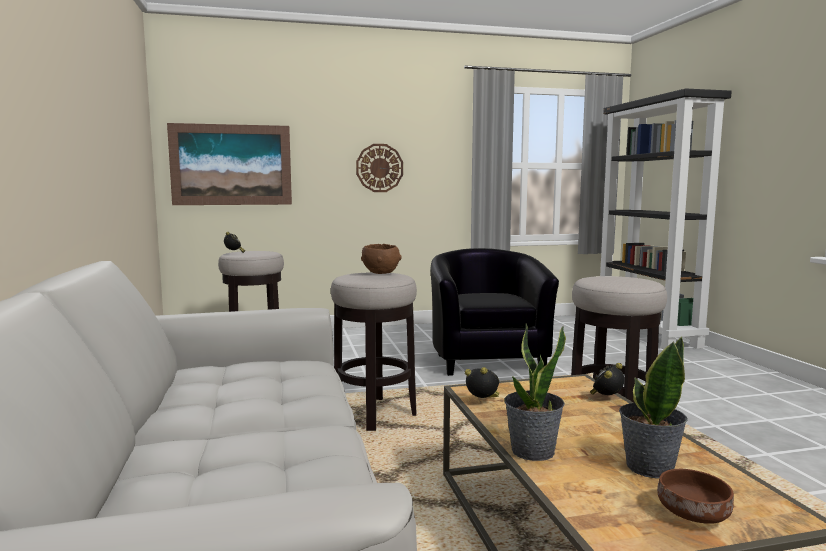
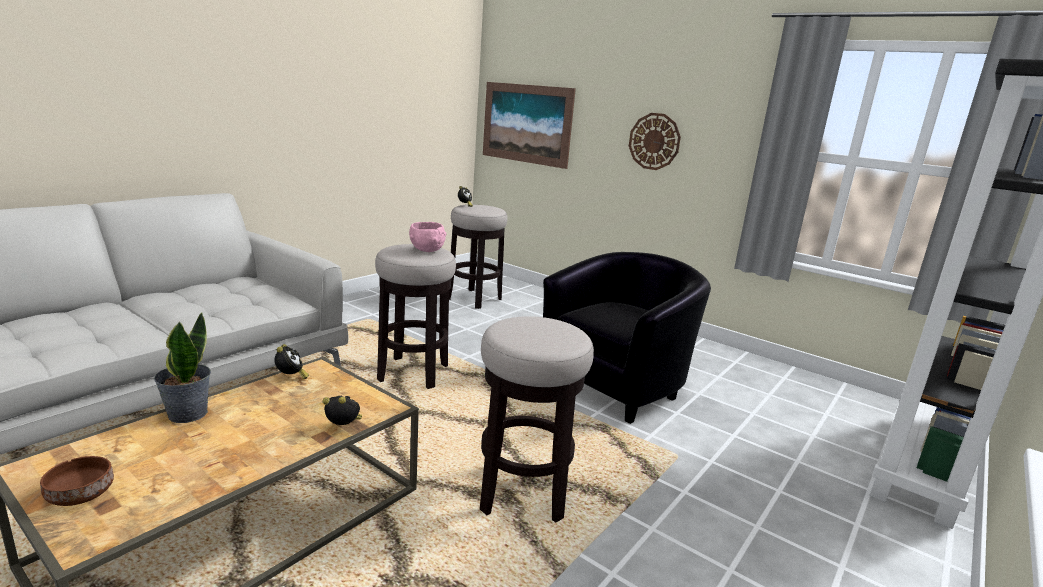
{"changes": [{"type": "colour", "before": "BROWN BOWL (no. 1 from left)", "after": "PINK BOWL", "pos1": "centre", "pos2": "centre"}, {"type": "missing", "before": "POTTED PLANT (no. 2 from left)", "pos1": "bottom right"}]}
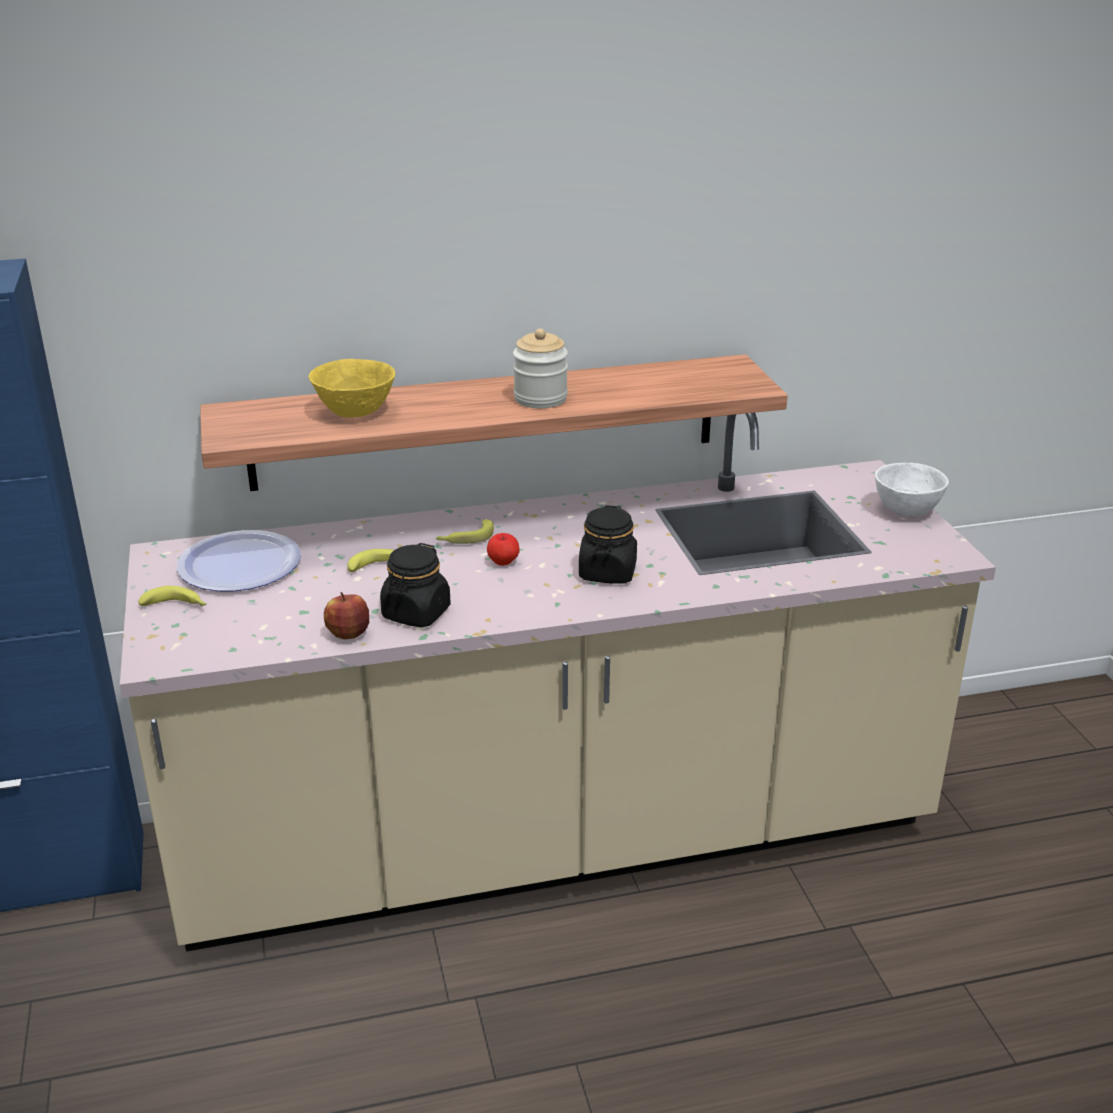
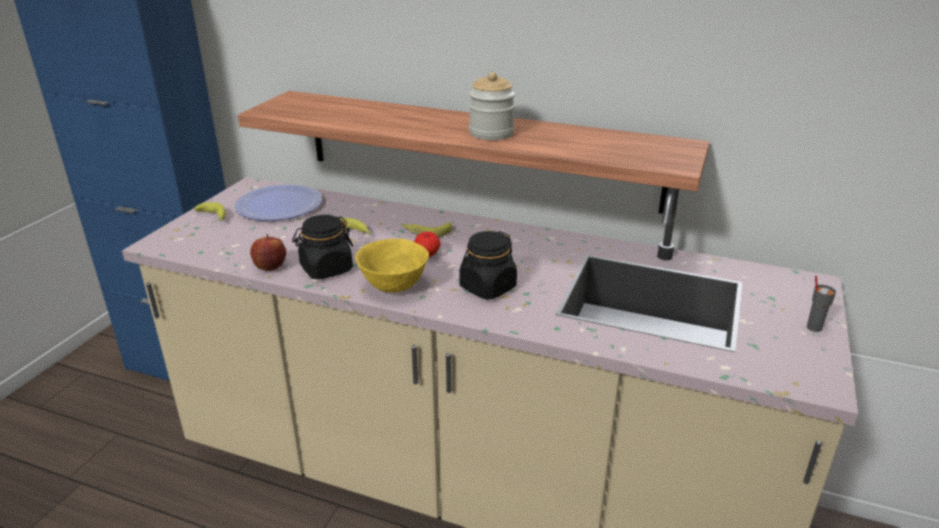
{"changes": [{"type": "relocated", "before": "YELLOW BOWL", "pos1": "middle left", "pos2": "centre"}, {"type": "exchanged", "before": "WHITE BOWL", "after": "GREY CUP", "pos1": "middle right", "pos2": "middle right"}]}
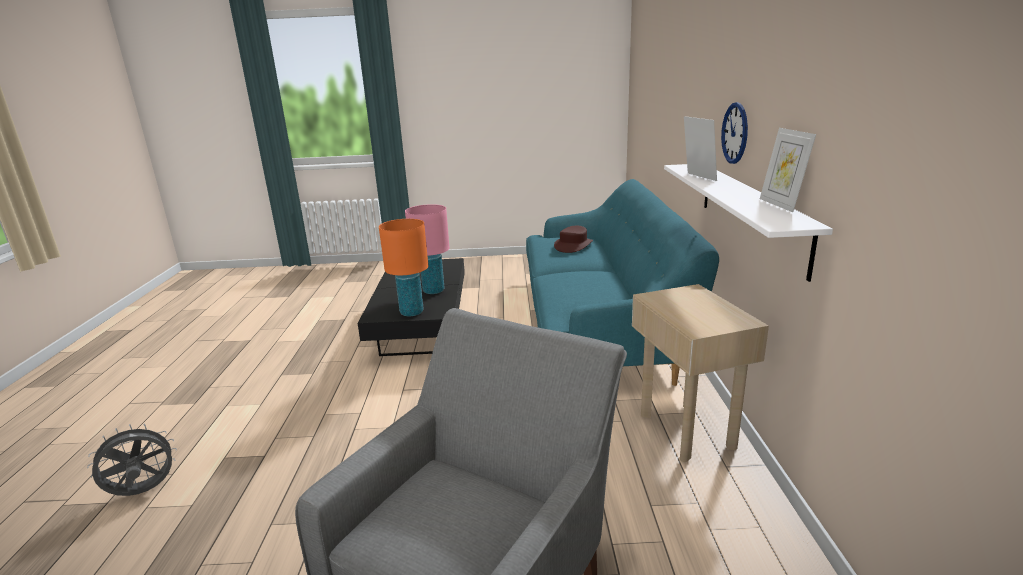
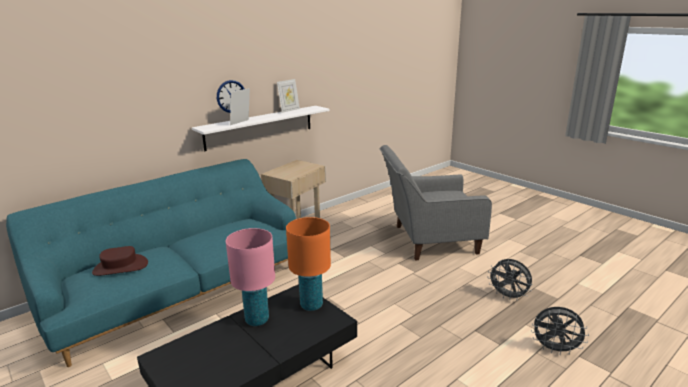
{"changes": [{"type": "appeared", "after": "GREY FAN (no. 1 from left)", "pos2": "bottom right"}]}
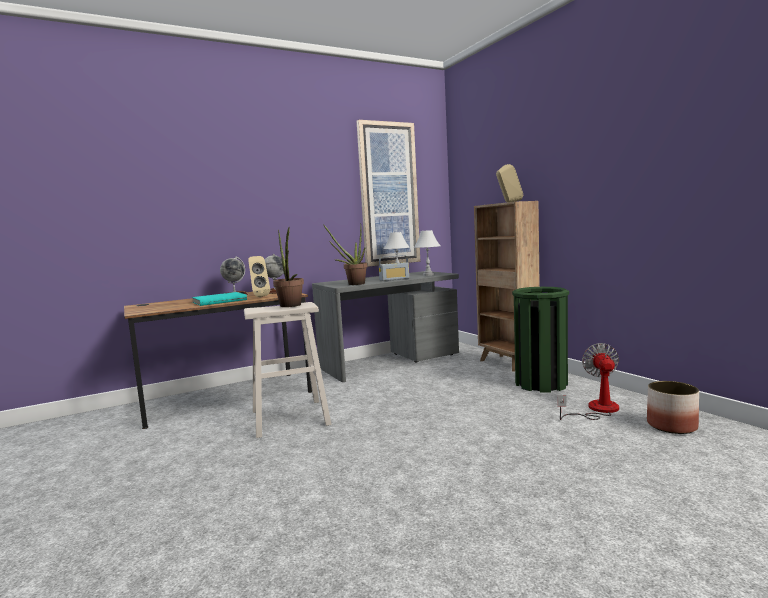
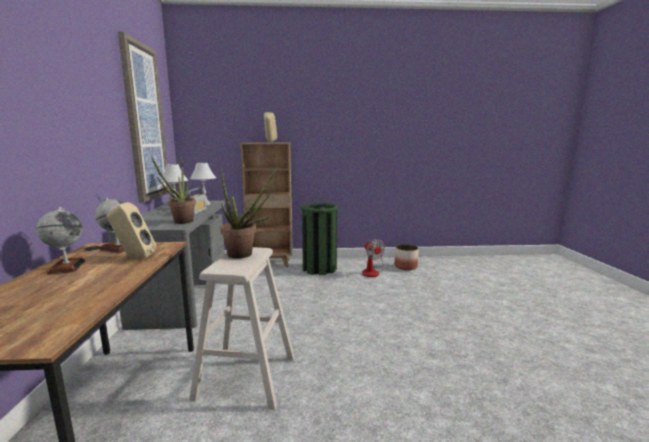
{"changes": [{"type": "missing", "before": "TURQUOISE BOOK", "pos1": "middle left"}, {"type": "spun", "before": "FAN", "pos1": "middle right", "pos2": "centre", "turn": -150}]}
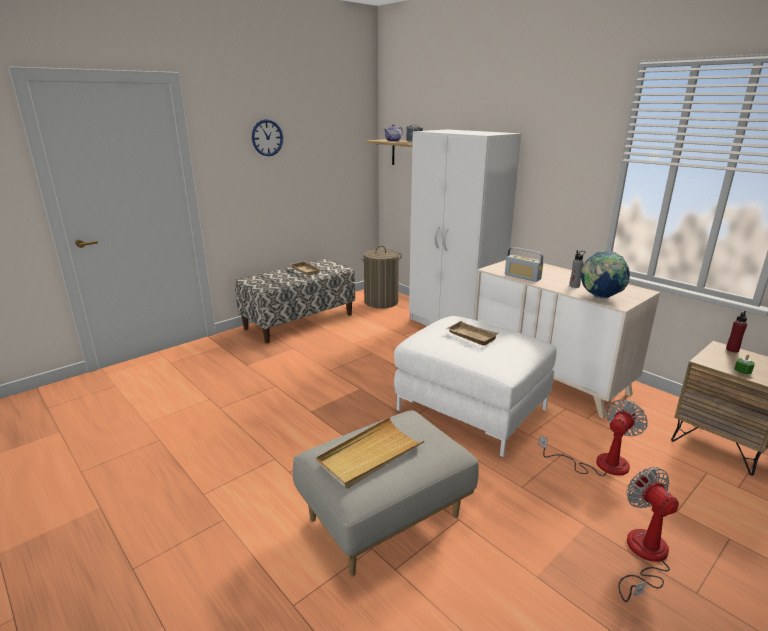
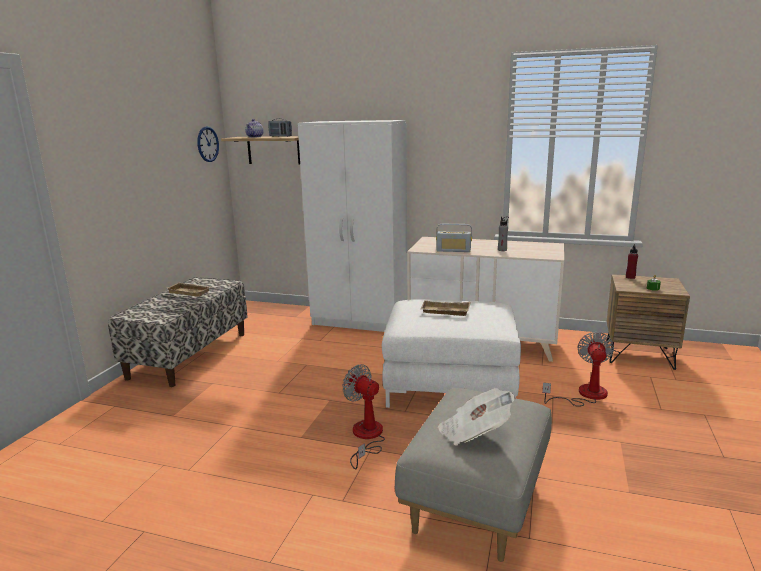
{"changes": [{"type": "relocated", "before": "WALL CLOCK", "pos1": "top centre", "pos2": "top left"}, {"type": "exchanged", "before": "BEIGE TRAY (no. 2 from left)", "after": "NEWSPAPER", "pos1": "bottom centre", "pos2": "bottom centre"}, {"type": "missing", "before": "LAUNDRY BASKET", "pos1": "centre"}, {"type": "missing", "before": "GLOBE", "pos1": "middle right"}, {"type": "relocated", "before": "FAN (no. 2 from left in the first image)", "after": "FAN (no. 1 from left)", "pos1": "bottom right", "pos2": "bottom centre"}]}
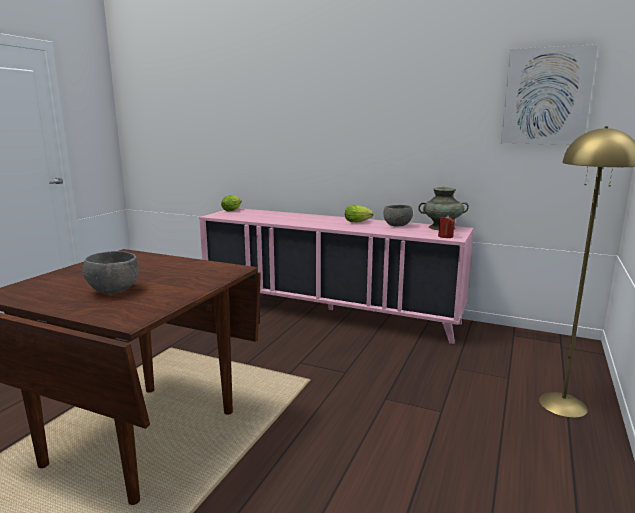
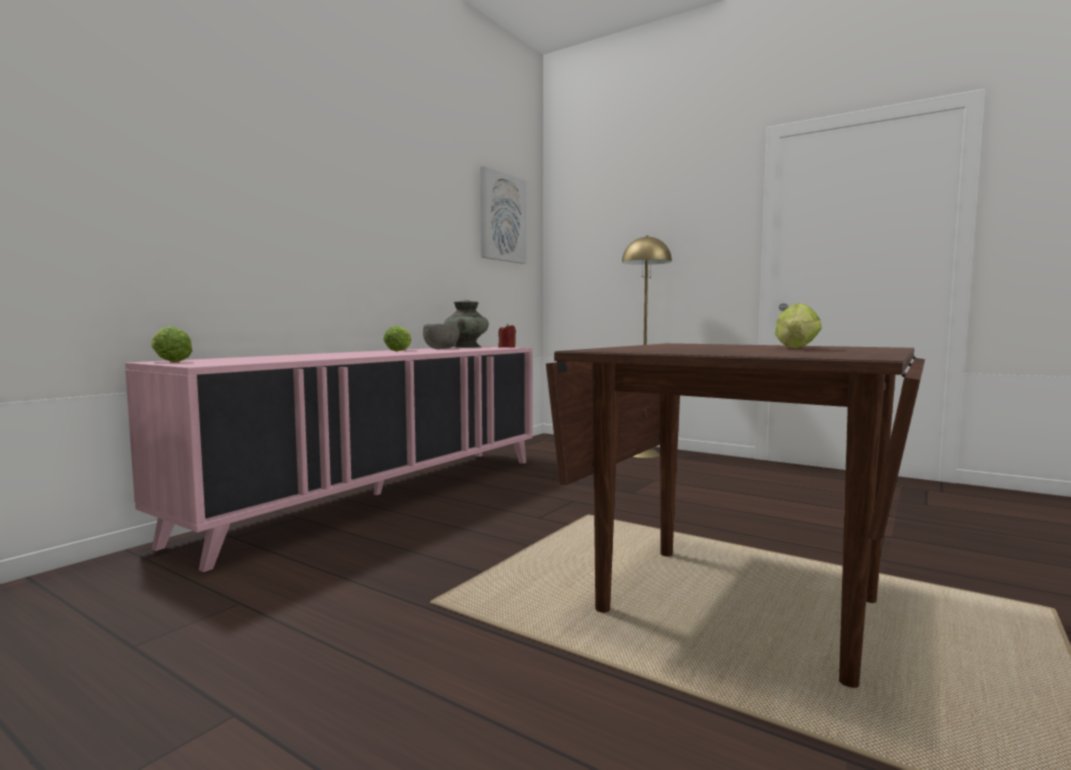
{"changes": [{"type": "exchanged", "before": "GREY BOWL (no. 1 from left)", "after": "LETTUCE (no. 3 from left)", "pos1": "middle left", "pos2": "middle right"}]}
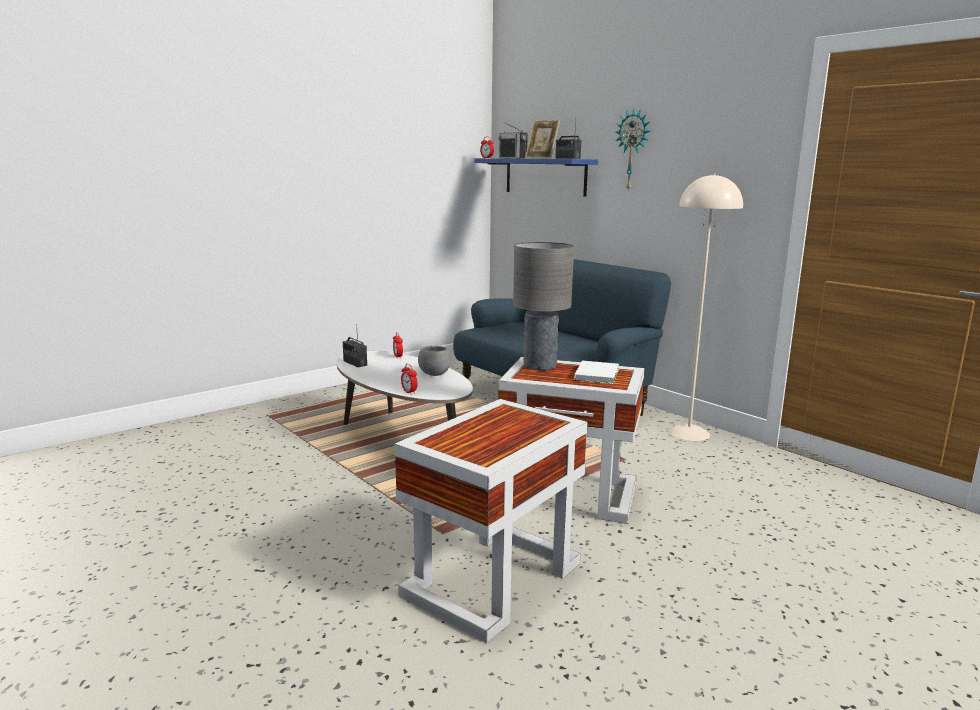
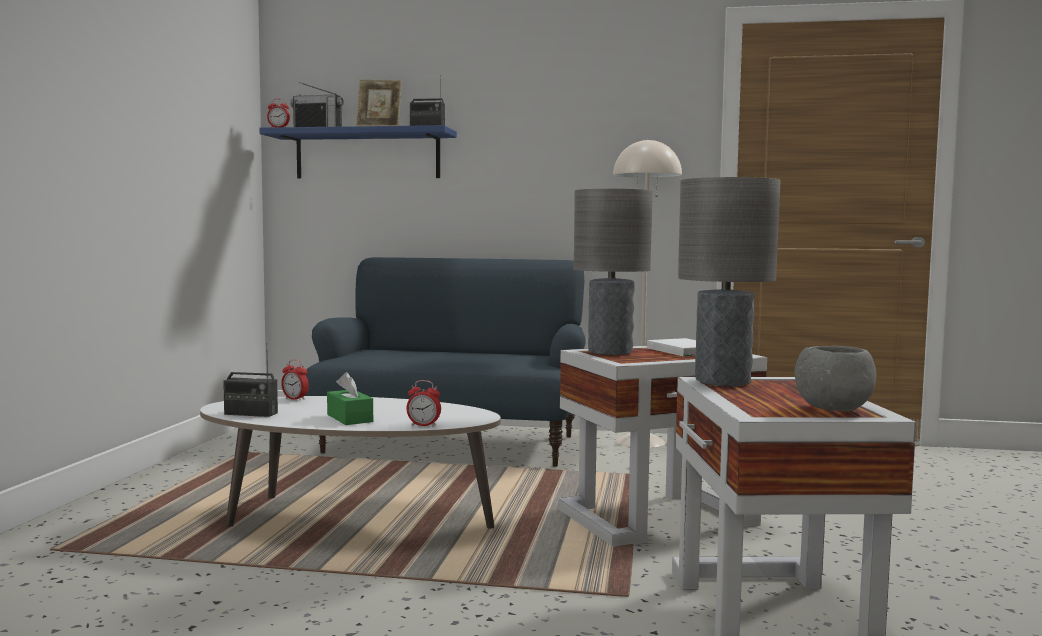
{"changes": [{"type": "relocated", "before": "GREY BOWL", "pos1": "centre", "pos2": "middle right"}, {"type": "missing", "before": "WALL CLOCK", "pos1": "top centre"}, {"type": "appeared", "after": "GREEN TISSUE BOX", "pos2": "centre"}, {"type": "appeared", "after": "GREY TABLE LAMP (no. 2 from left)", "pos2": "middle right"}]}
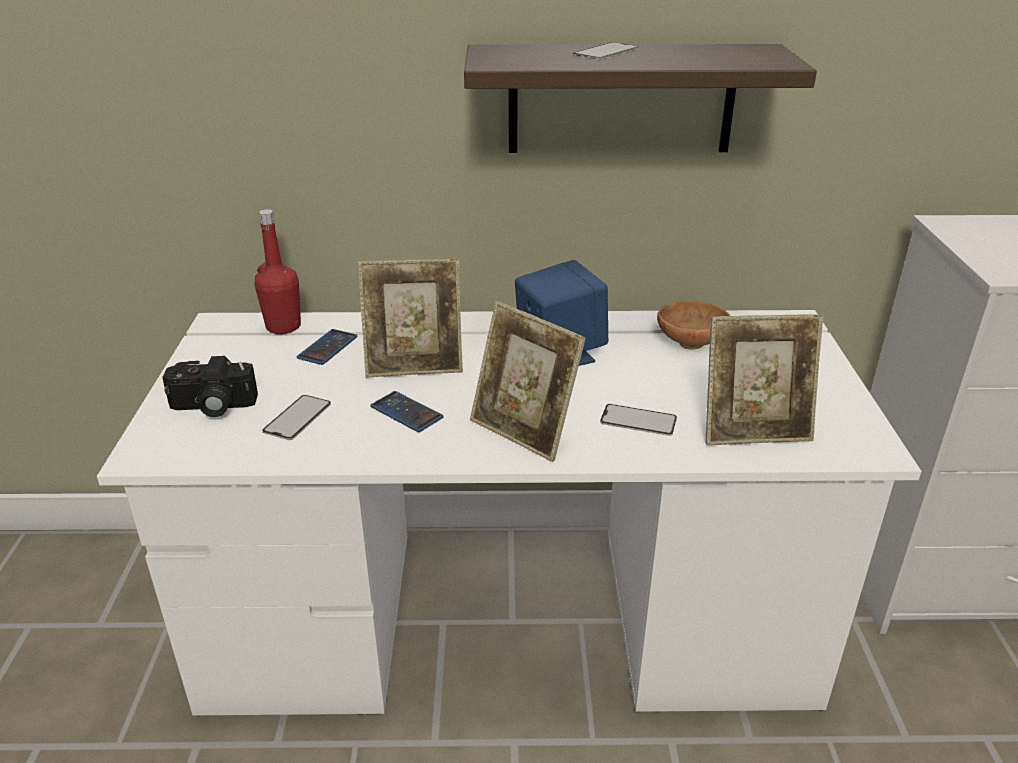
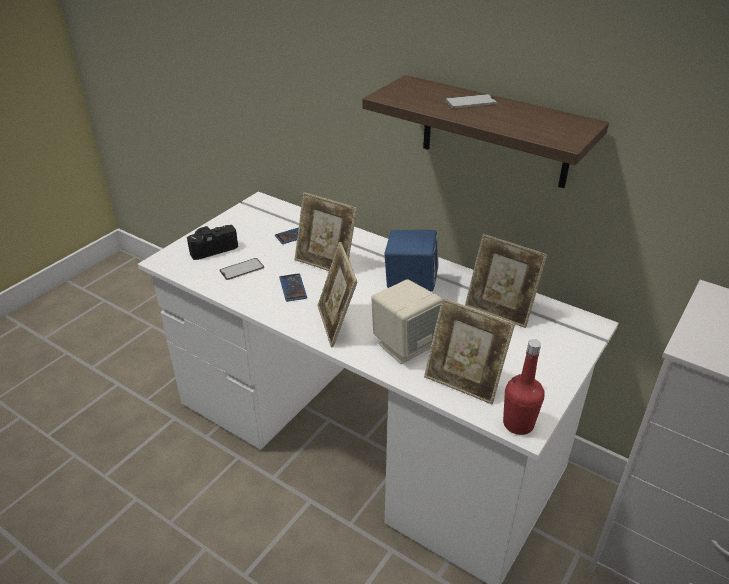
{"changes": [{"type": "spun", "before": "PHOTO CAMERA", "pos1": "middle left", "pos2": "middle left", "turn": 120}, {"type": "relocated", "before": "RED BOTTLE", "pos1": "middle left", "pos2": "middle right"}, {"type": "exchanged", "before": "PHONE (no. 5 from left)", "after": "BEIGE SPEAKER", "pos1": "centre", "pos2": "centre"}, {"type": "exchanged", "before": "BROWN BOWL", "after": "PICTURE FRAME (no. 4 from left)", "pos1": "middle right", "pos2": "middle right"}]}
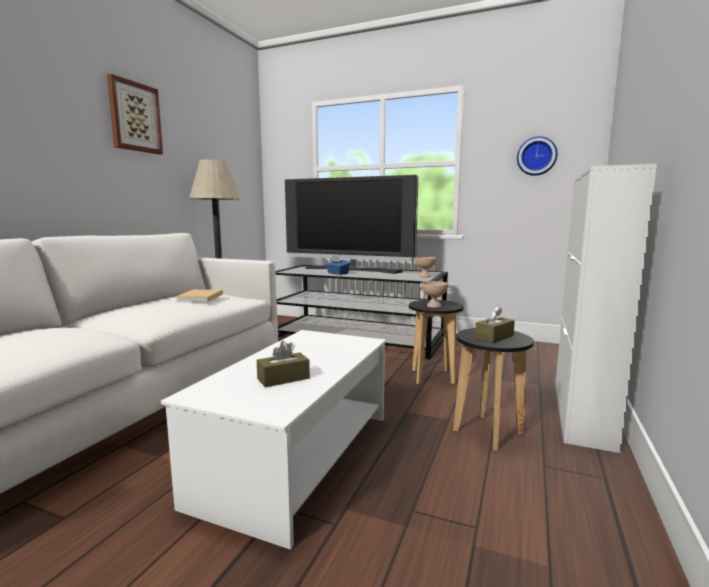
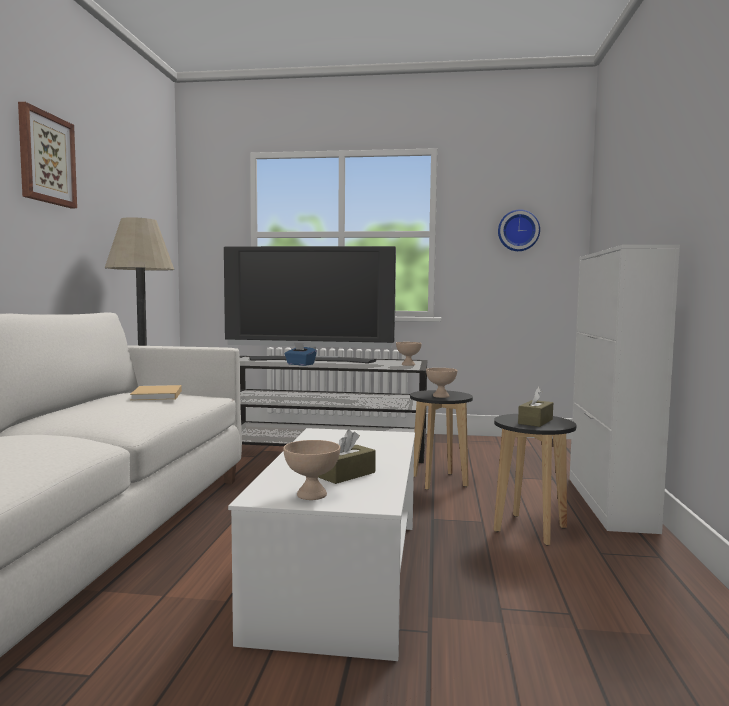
{"changes": [{"type": "appeared", "after": "BEIGE BOWL (no. 1 from left)", "pos2": "centre"}]}
